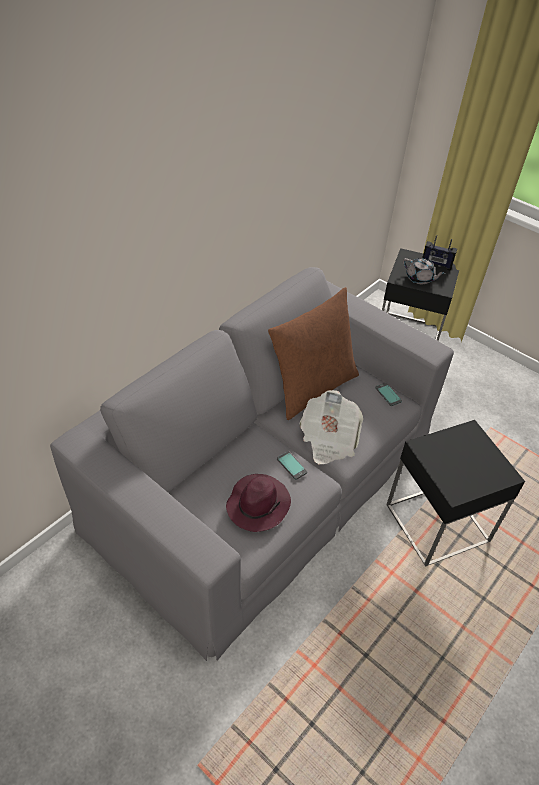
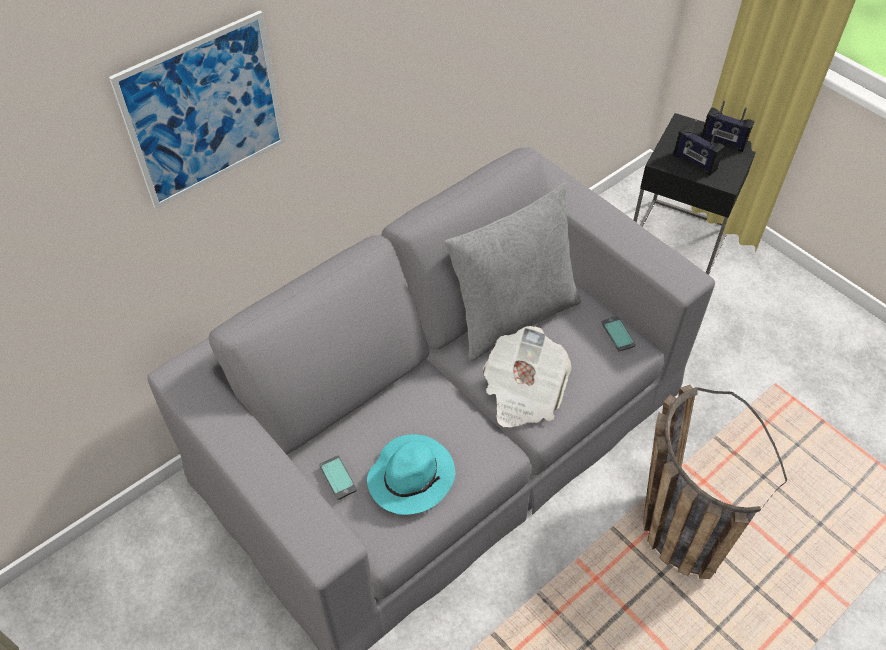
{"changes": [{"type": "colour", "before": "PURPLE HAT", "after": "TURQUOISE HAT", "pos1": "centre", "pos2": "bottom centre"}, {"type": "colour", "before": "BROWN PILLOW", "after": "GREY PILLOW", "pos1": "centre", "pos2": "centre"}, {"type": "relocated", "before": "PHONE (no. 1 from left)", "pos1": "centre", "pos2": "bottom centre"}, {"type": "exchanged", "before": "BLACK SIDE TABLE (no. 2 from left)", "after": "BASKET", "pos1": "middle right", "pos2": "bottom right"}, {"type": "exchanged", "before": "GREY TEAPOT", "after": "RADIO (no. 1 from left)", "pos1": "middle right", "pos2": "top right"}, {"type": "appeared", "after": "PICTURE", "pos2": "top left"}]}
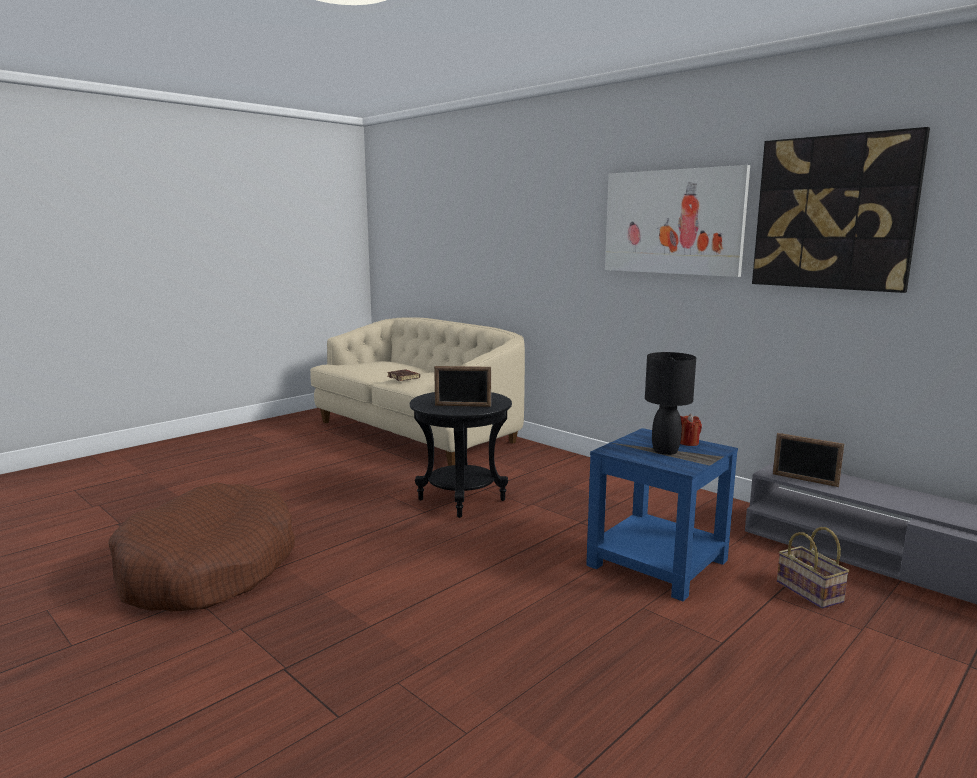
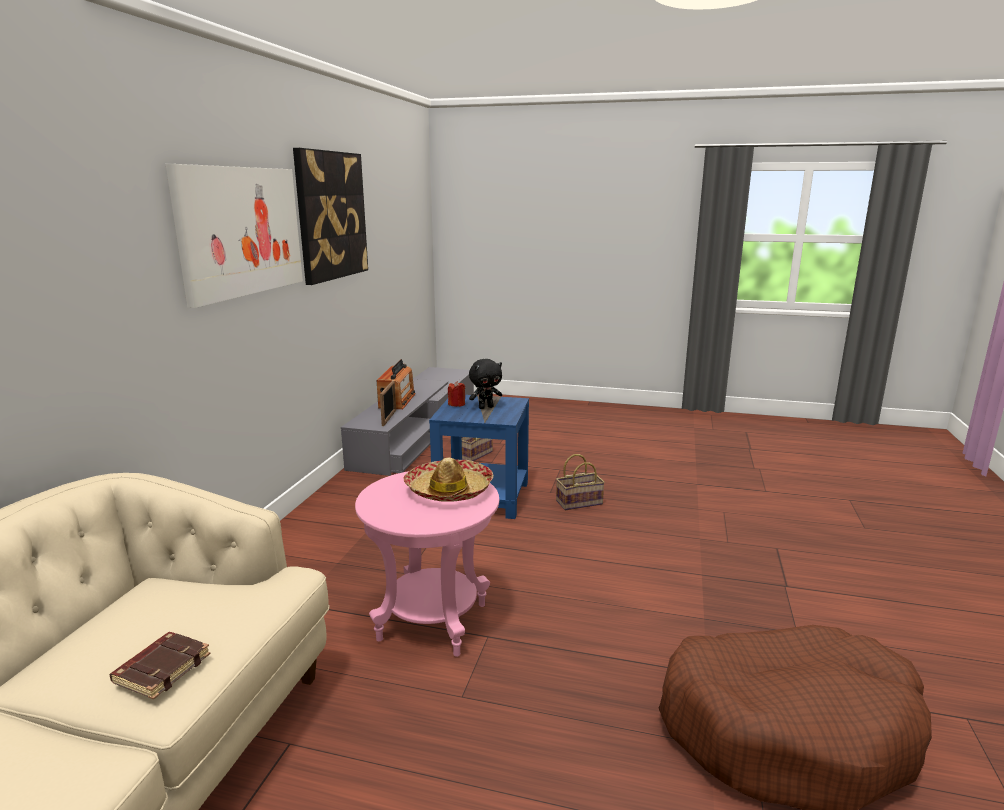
{"changes": [{"type": "colour", "before": "BLACK SIDE TABLE", "after": "PINK SIDE TABLE", "pos1": "centre", "pos2": "bottom centre"}, {"type": "exchanged", "before": "PICTURE FRAME (no. 1 from left)", "after": "HAT", "pos1": "centre", "pos2": "centre"}, {"type": "exchanged", "before": "BLACK TABLE LAMP", "after": "BLACK PLUSH TOY", "pos1": "middle right", "pos2": "centre"}, {"type": "appeared", "after": "RADIO", "pos2": "centre"}, {"type": "appeared", "after": "BASKET (no. 2 from left)", "pos2": "centre"}]}
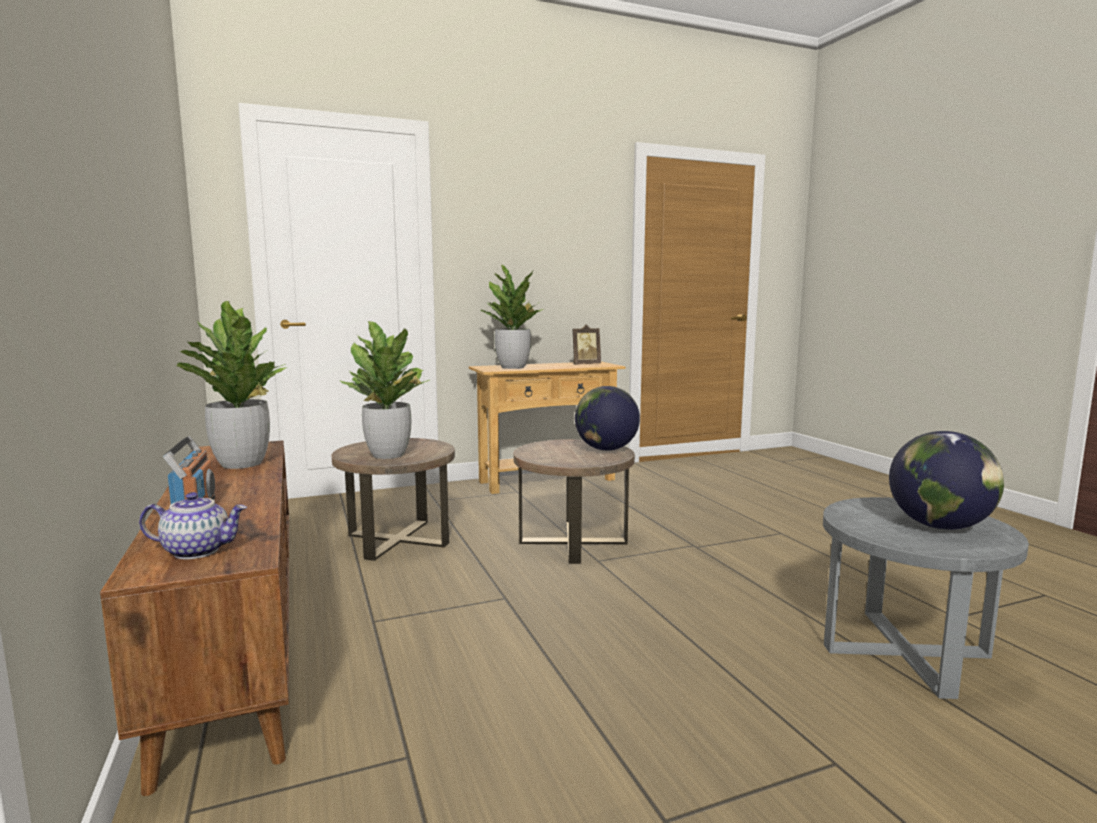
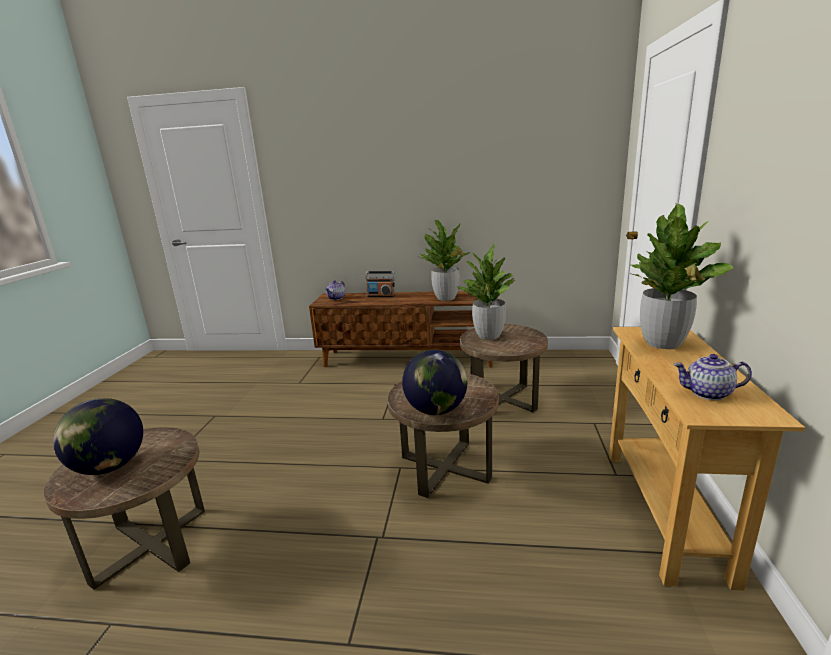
{"changes": [{"type": "exchanged", "before": "PICTURE FRAME", "after": "TEAPOT (no. 2 from left)", "pos1": "centre", "pos2": "middle right"}, {"type": "colour", "before": "GREY SIDE TABLE", "after": "BROWN SIDE TABLE (no. 1 from left)", "pos1": "bottom right", "pos2": "bottom left"}]}
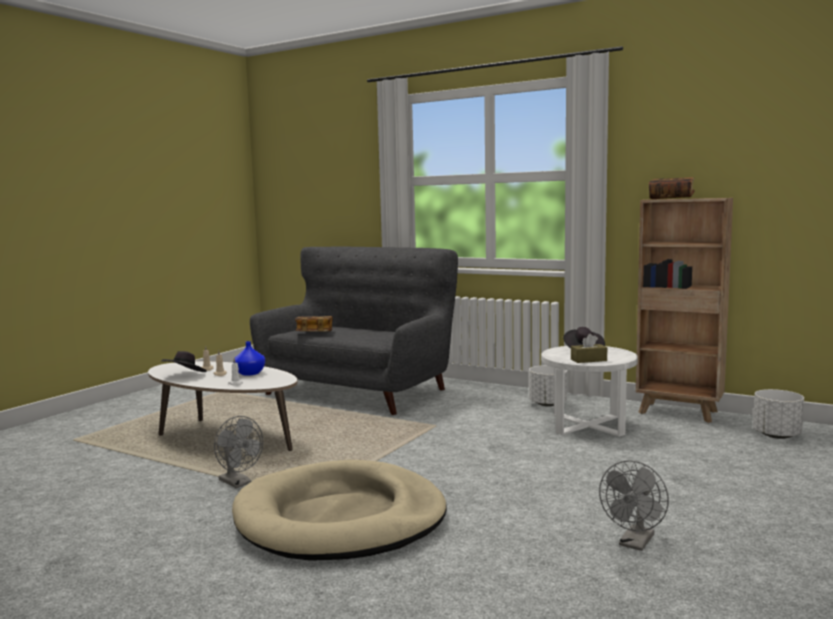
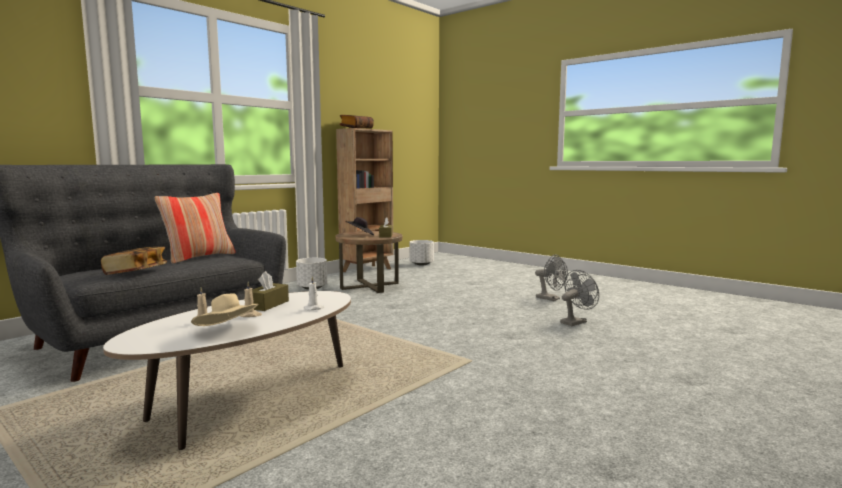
{"changes": [{"type": "colour", "before": "BLACK HAT (no. 1 from left)", "after": "BEIGE HAT", "pos1": "middle left", "pos2": "middle left"}, {"type": "relocated", "before": "GREY FAN (no. 1 from left in the first image)", "after": "GREY FAN (no. 2 from left)", "pos1": "bottom left", "pos2": "middle right"}, {"type": "missing", "before": "BEIGE DOG BED", "pos1": "bottom centre"}, {"type": "exchanged", "before": "BLUE VASE", "after": "BROWN TISSUE BOX (no. 1 from left)", "pos1": "middle left", "pos2": "middle left"}, {"type": "colour", "before": "WHITE SIDE TABLE", "after": "BROWN SIDE TABLE", "pos1": "middle right", "pos2": "centre"}, {"type": "appeared", "after": "PILLOW", "pos2": "middle left"}]}
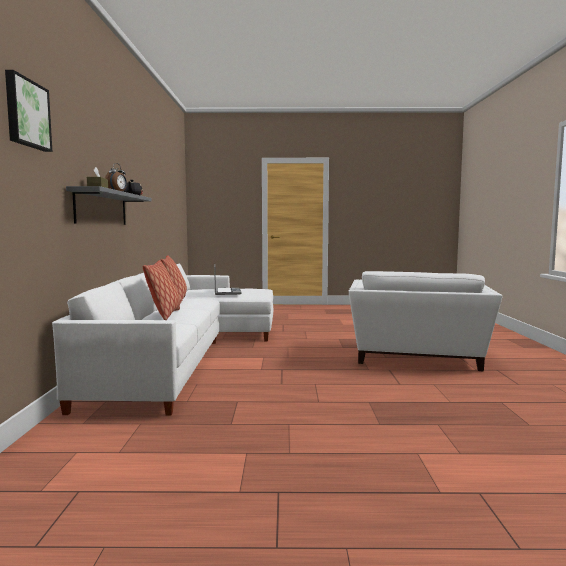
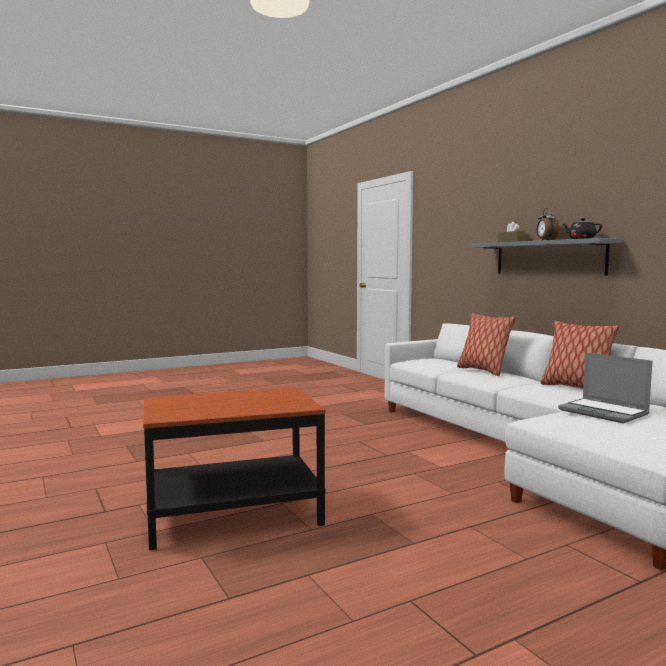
{"changes": [{"type": "missing", "before": "PICTURE", "pos1": "top left"}, {"type": "exchanged", "before": "WHITE ARMCHAIR", "after": "SIDE TABLE", "pos1": "middle right", "pos2": "bottom centre"}]}
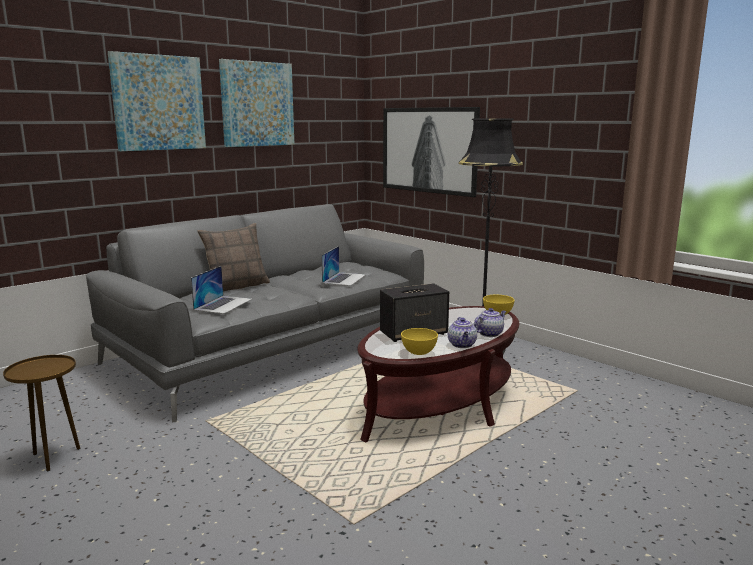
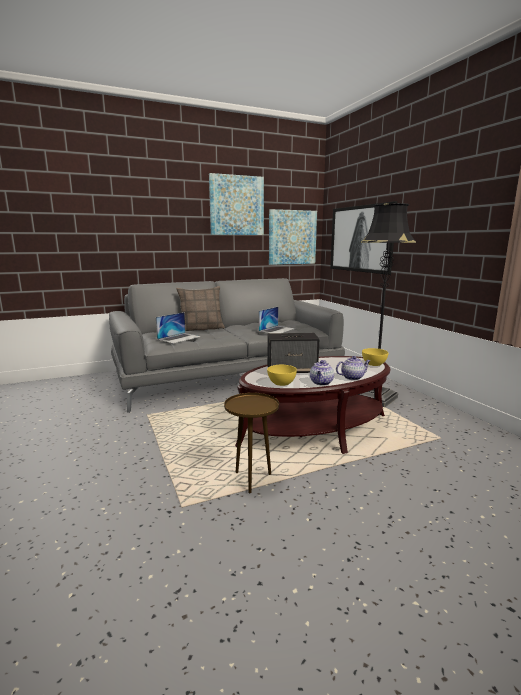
{"changes": [{"type": "relocated", "before": "BROWN SIDE TABLE", "pos1": "bottom left", "pos2": "centre"}, {"type": "relocated", "before": "PICTURE (no. 1 from left in the first image)", "after": "PICTURE (no. 2 from left)", "pos1": "top left", "pos2": "centre"}]}
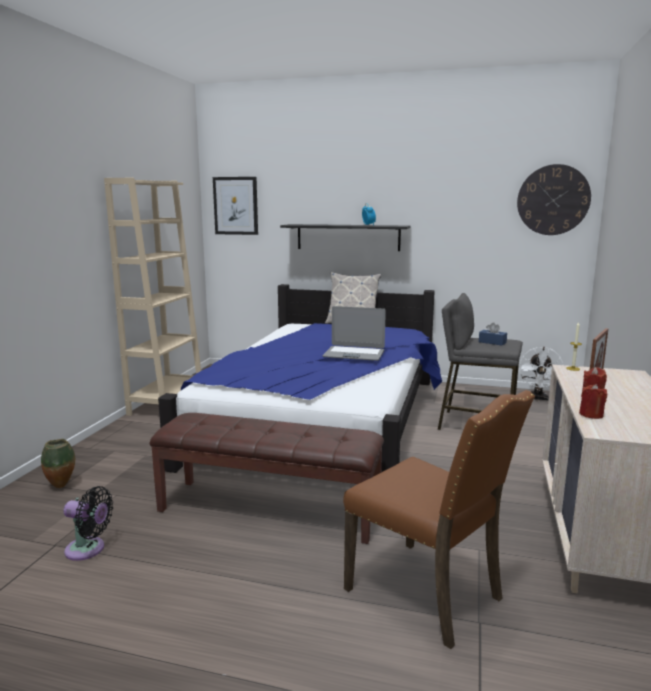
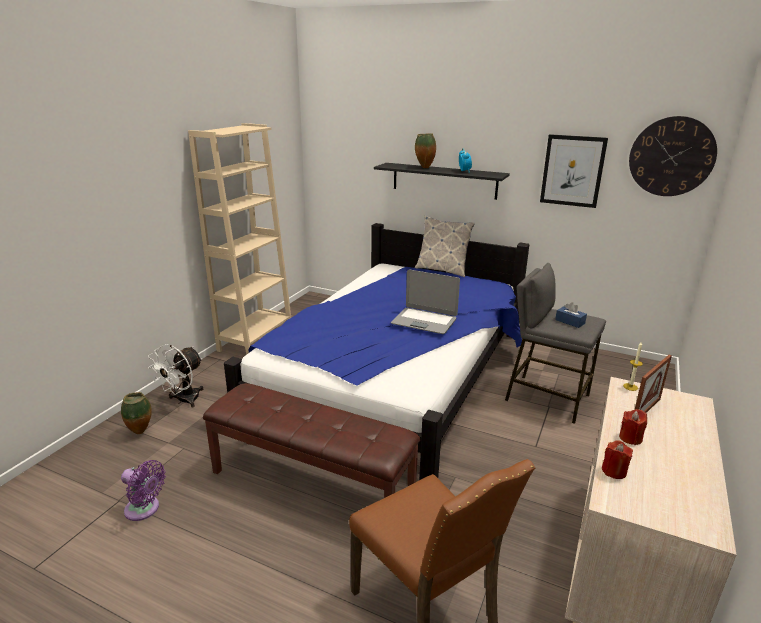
{"changes": [{"type": "colour", "before": "BLACK FAN", "after": "PURPLE FAN", "pos1": "bottom left", "pos2": "bottom left"}, {"type": "relocated", "before": "PICTURE", "pos1": "top centre", "pos2": "top right"}, {"type": "relocated", "before": "WHITE FAN", "pos1": "middle right", "pos2": "middle left"}, {"type": "appeared", "after": "VASE (no. 2 from left)", "pos2": "top centre"}]}
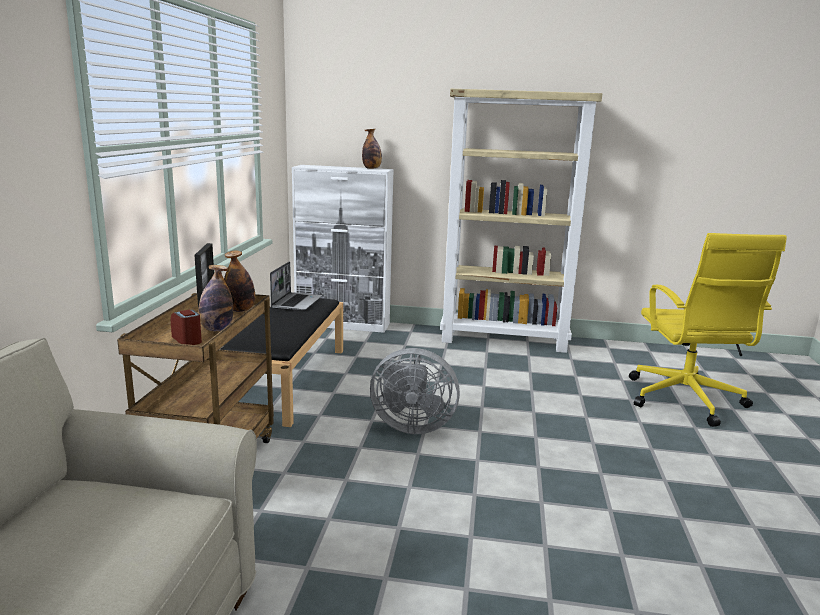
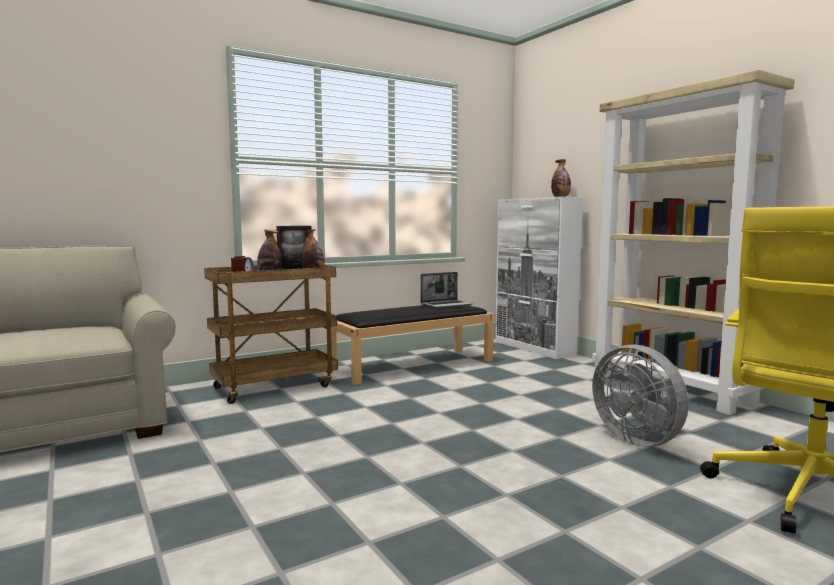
{"changes": [{"type": "relocated", "before": "GREY FAN", "pos1": "centre", "pos2": "bottom right"}]}
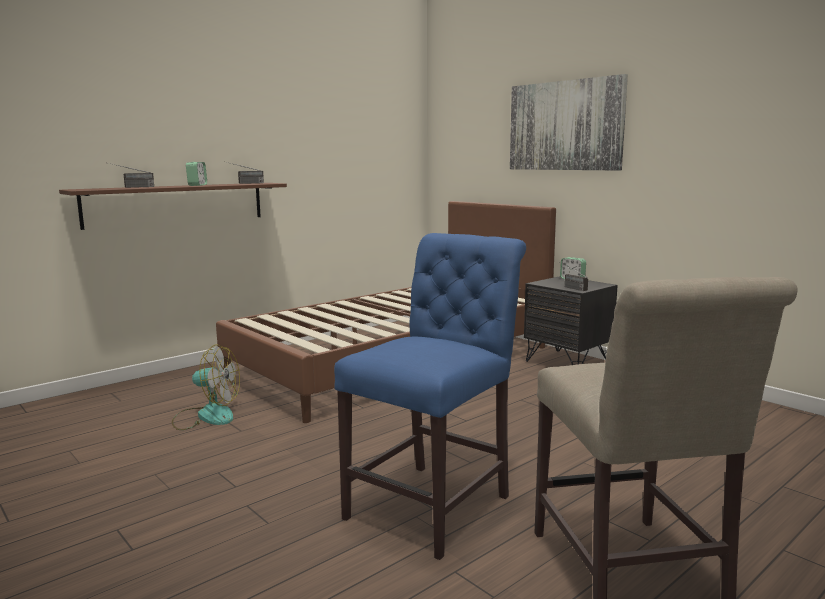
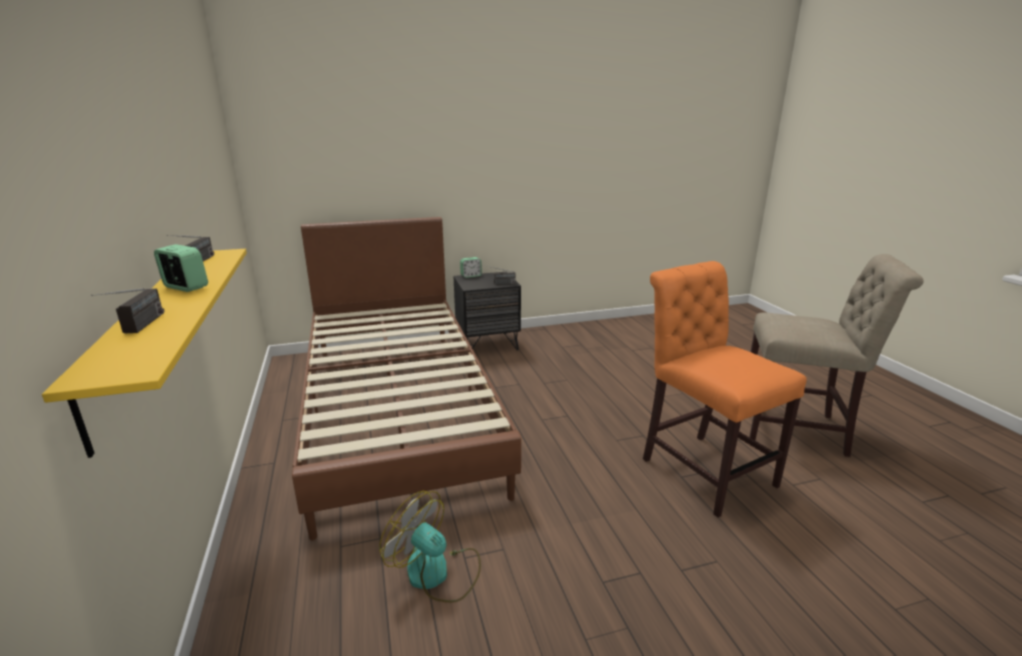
{"changes": [{"type": "colour", "before": "BROWN SHELF", "after": "YELLOW SHELF", "pos1": "middle left", "pos2": "middle left"}, {"type": "spun", "before": "FAN", "pos1": "middle left", "pos2": "bottom centre", "turn": -90}, {"type": "colour", "before": "BLUE CHAIR", "after": "ORANGE CHAIR", "pos1": "centre", "pos2": "middle right"}, {"type": "missing", "before": "PICTURE", "pos1": "top right"}]}
